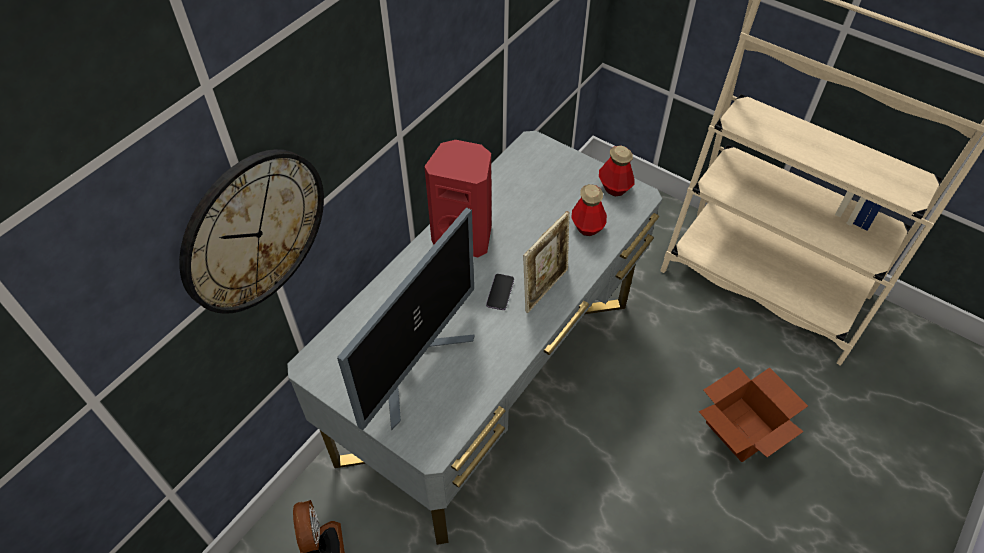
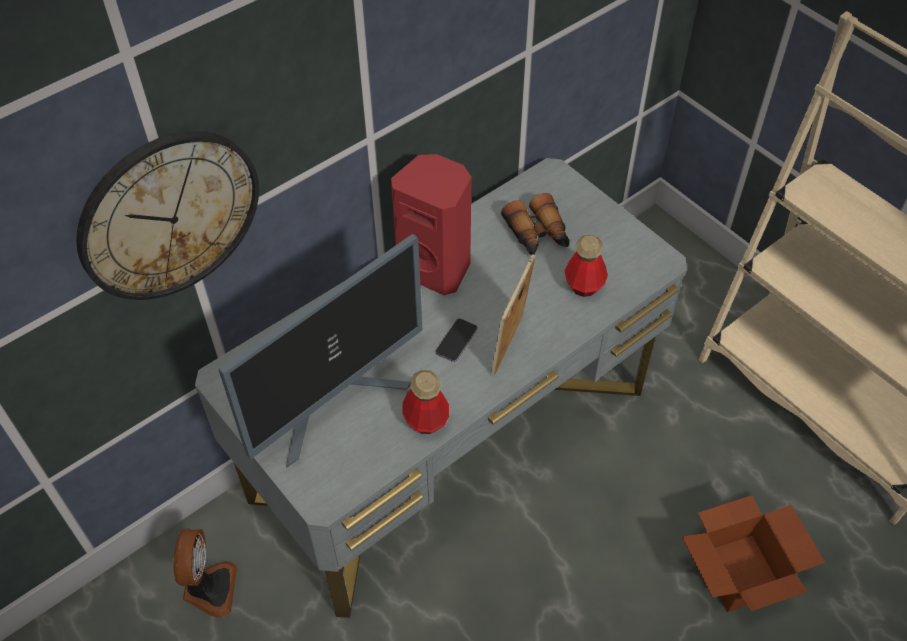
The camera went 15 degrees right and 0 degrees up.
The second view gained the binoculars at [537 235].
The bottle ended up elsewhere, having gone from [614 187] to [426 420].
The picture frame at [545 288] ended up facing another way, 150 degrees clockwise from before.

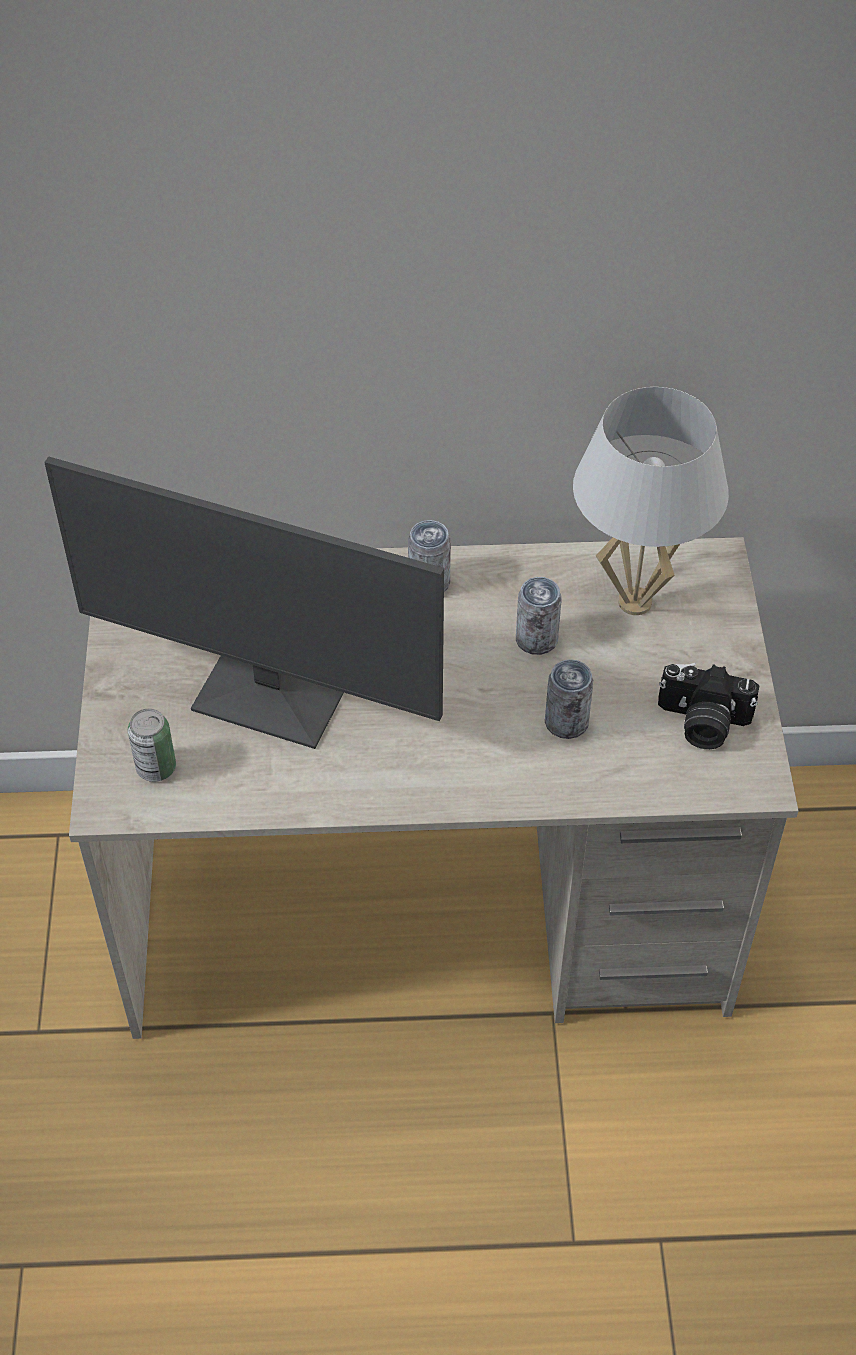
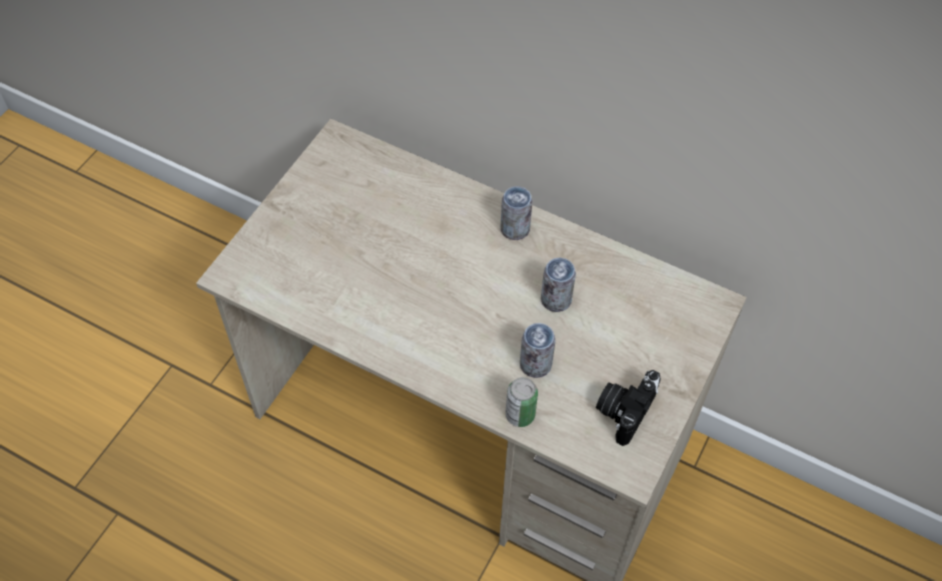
The camera went 30 degrees right and 5 degrees up.
The second view lost the monitor at [273 693].
The second view lost the white table lamp at [634 602].
The can ended up elsewhere, having gone from [156 767] to [520 415].
The photo camera at [702 723] ended up facing another way, 75 degrees clockwise from before.

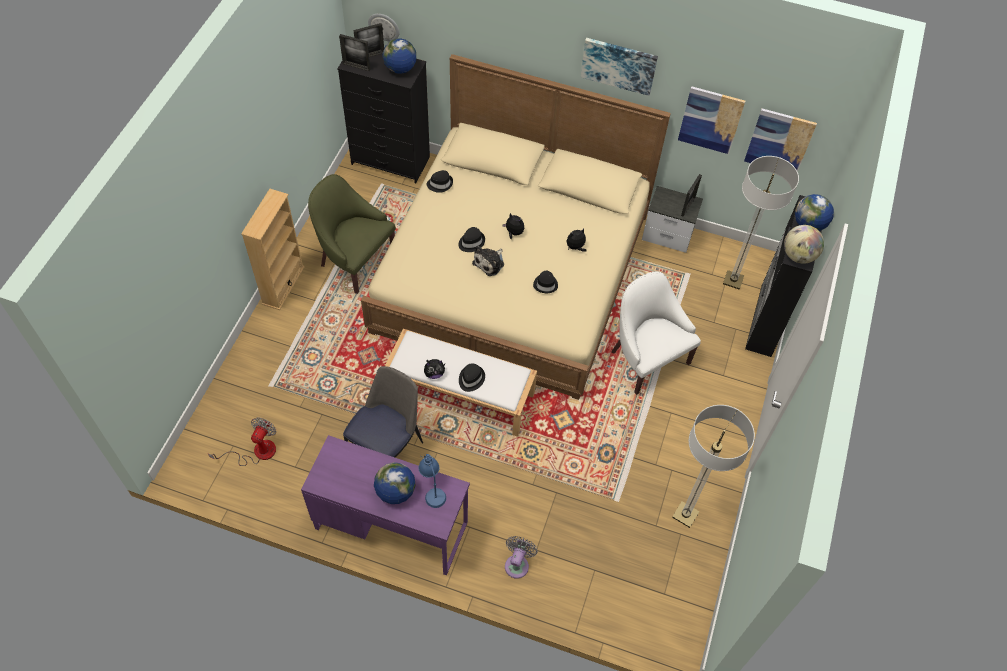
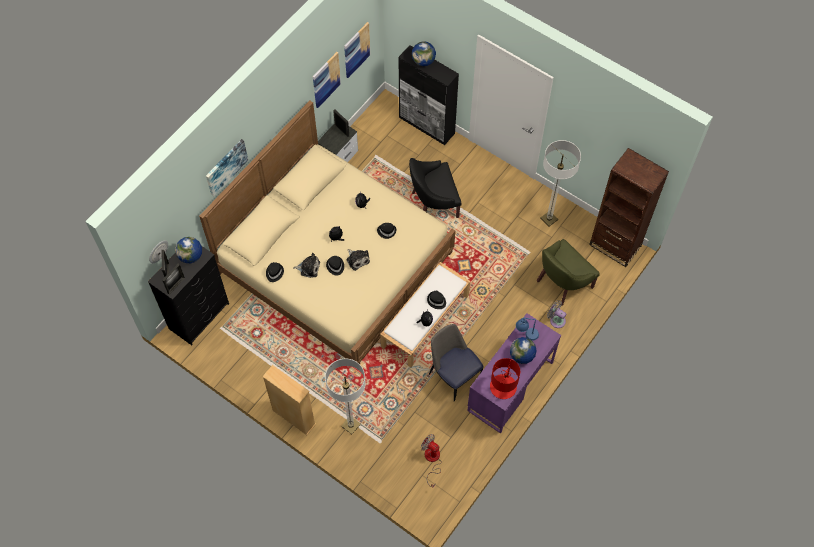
The camera went 70 degrees left and 5 degrees up.
The second view lost the globe at [798 256].
The second view gained the plush toy at [308 268].
The second view gained the red table lamp at [503 386].
The second view gained the brown bookcase at [615 245].
The green armchair ended up elsewhere, having gone from [355 260] to [562 282].
The picture ended up elsewhere, having gone from [619 65] to [226 166].
The floor lamp ended up elsewhere, having gone from [733 280] to [351 425].
What was the white armchair at [646 358] turned into the black armchair at [433 202].

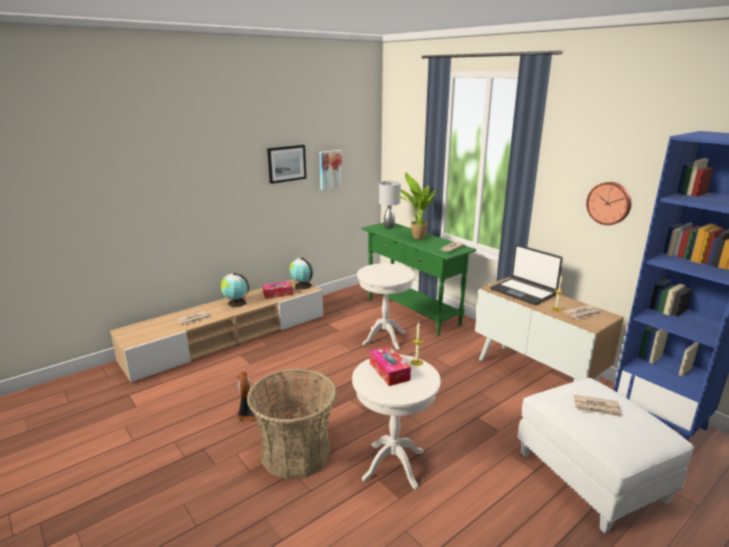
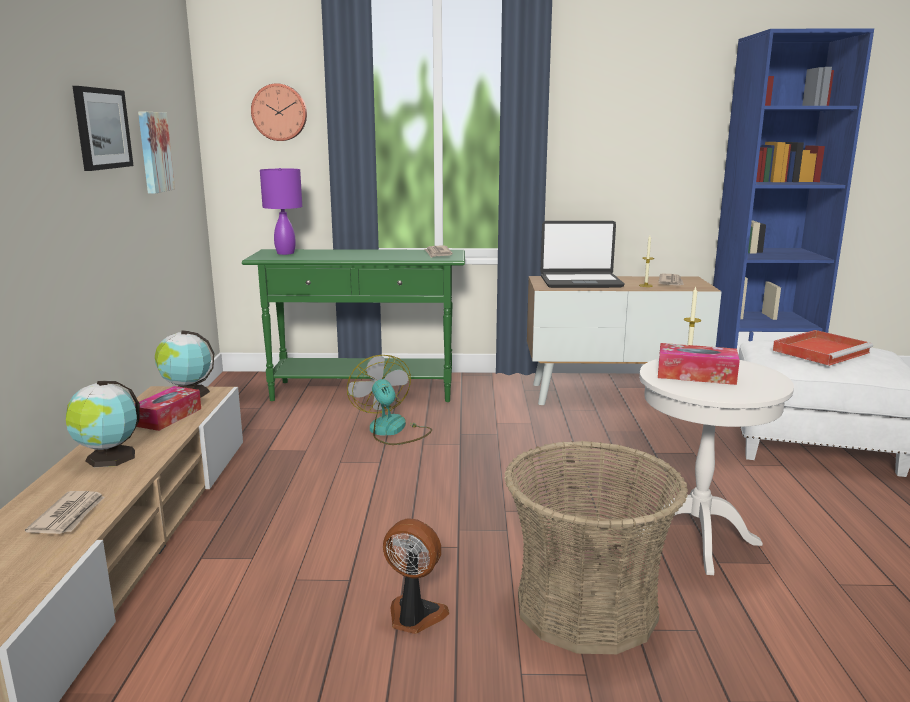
The camera went 50 degrees left and 5 degrees down.
The second view lost the potted plant at [416 238].
The wall clock ended up elsewhere, having gone from [609 203] to [279 112].
Where the white side table stood at [384 338], the fan came to stand at [392 431].
Where the newspaper stood at [596 408], the red tray came to stand at [821 351].
What was the grey table lamp at [389 227] turned into the purple table lamp at [286 253].

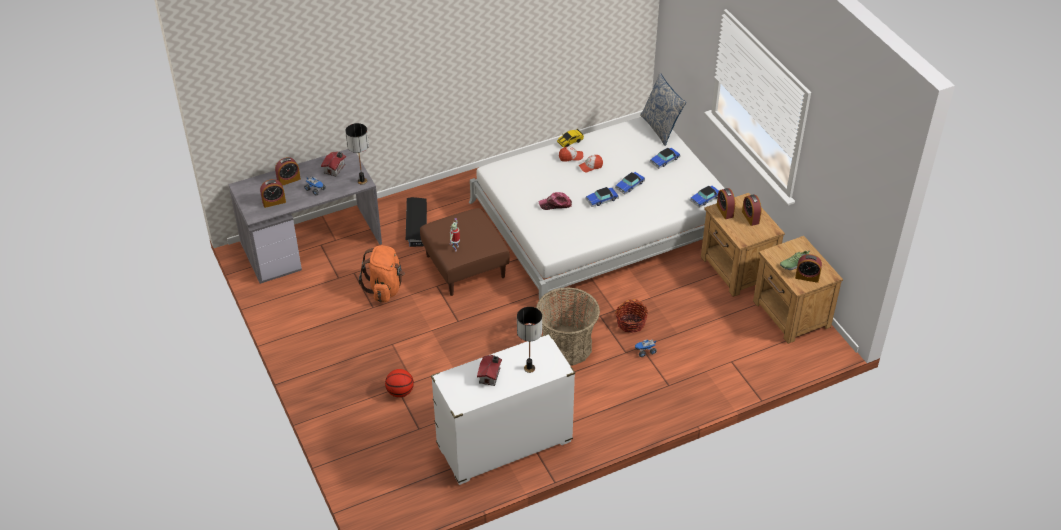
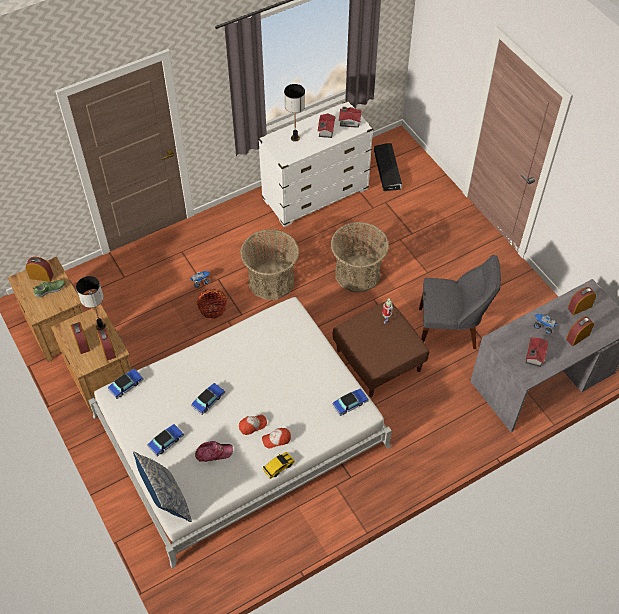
The camera went 175 degrees right and 10 degrees up.
The second view lost the basketball at [400 392].
The second view gained the basket at [357 273].
The second view gained the toy house at [349 122].
The table lamp ended up elsewhere, having gone from [362 181] to [101 326].
The black storage box ended up elsewhere, having gone from [416 225] to [387 169].
The cap ended up elsewhere, having gone from [555 204] to [213 453].
The toy car ended up elsewhere, having gone from [601 200] to [350 403].
Where the orange backpack stood at [385 288], the grey chair came to stand at [450 329].

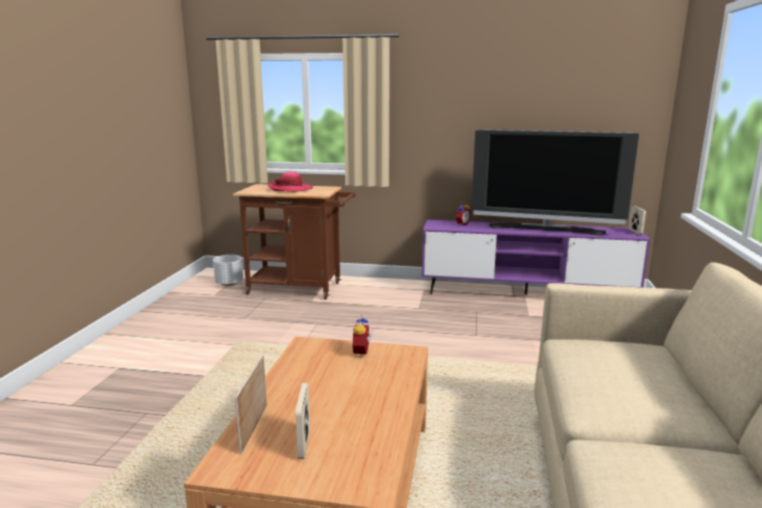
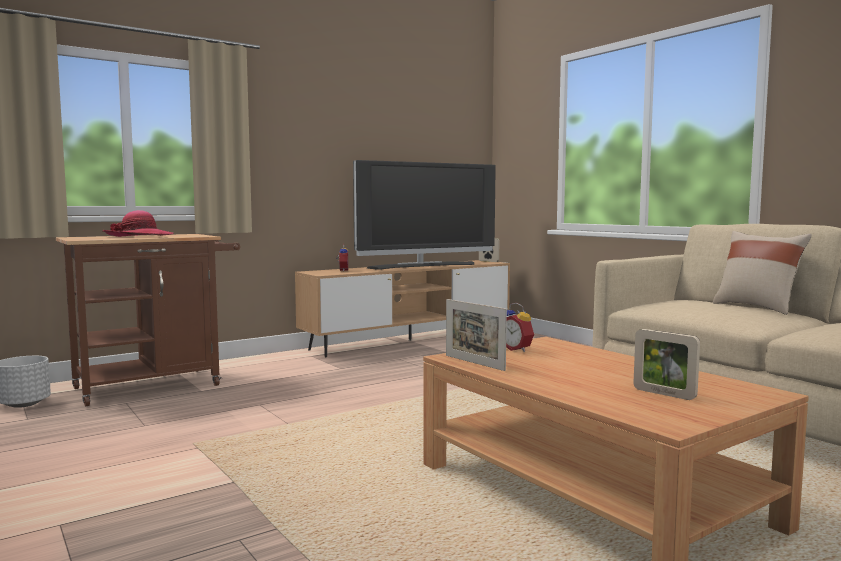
The camera went 45 degrees left and 10 degrees down.
The second view gained the beige pillow at [757 307].
The picture frame ended up elsewhere, having gone from [254 428] to [474 363].
What was the purple tv stand at [525 294] turned into the brown tv stand at [410 340].

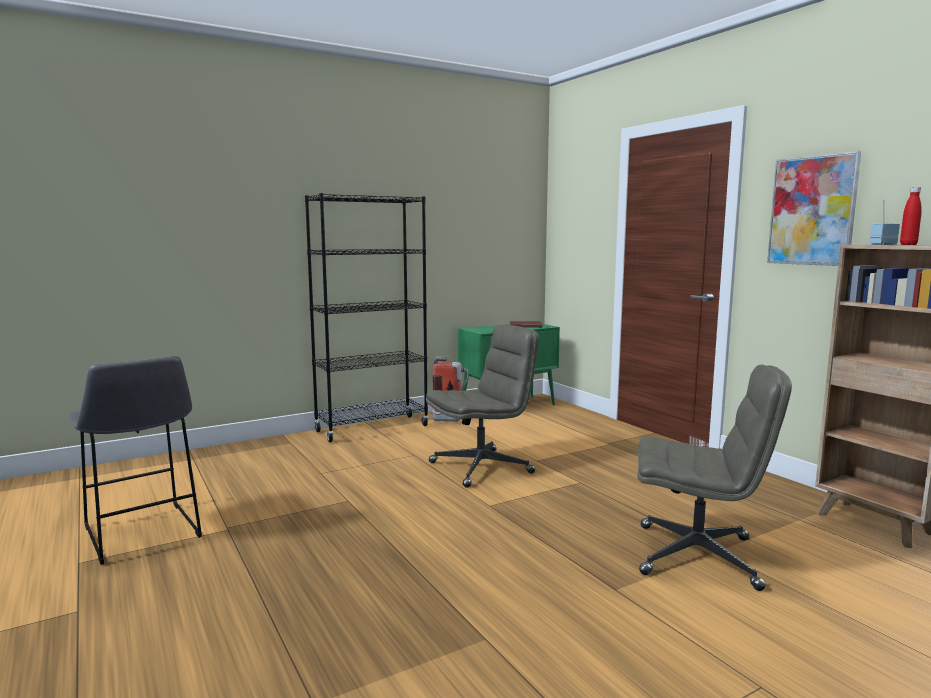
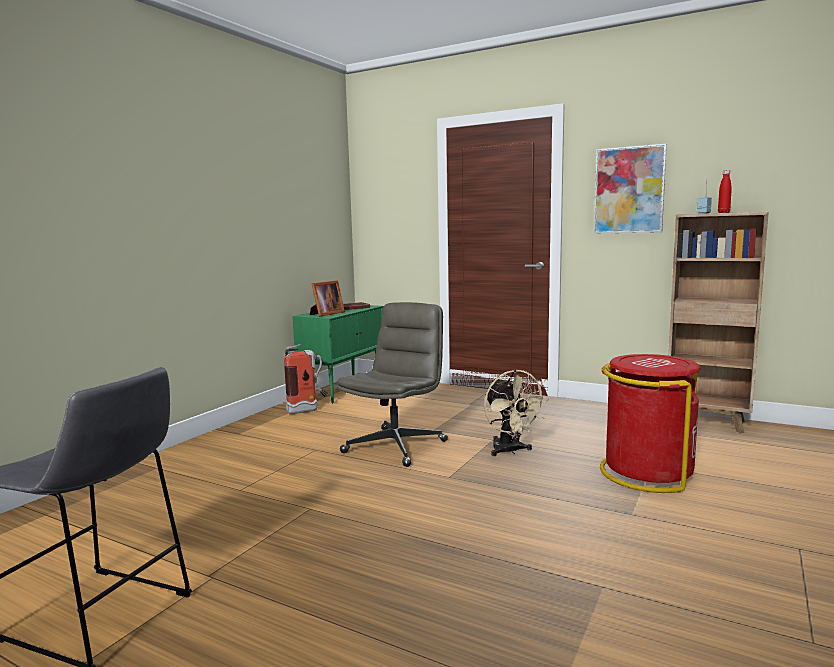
The camera went 30 degrees left and 0 degrees up.
The second view lost the black bookcase at [372 428].
The second view gained the picture frame at [326 314].
The second view gained the beige fan at [510 451].
Where the grey office chair stood at [698 556], the red trash can came to stand at [646 473].

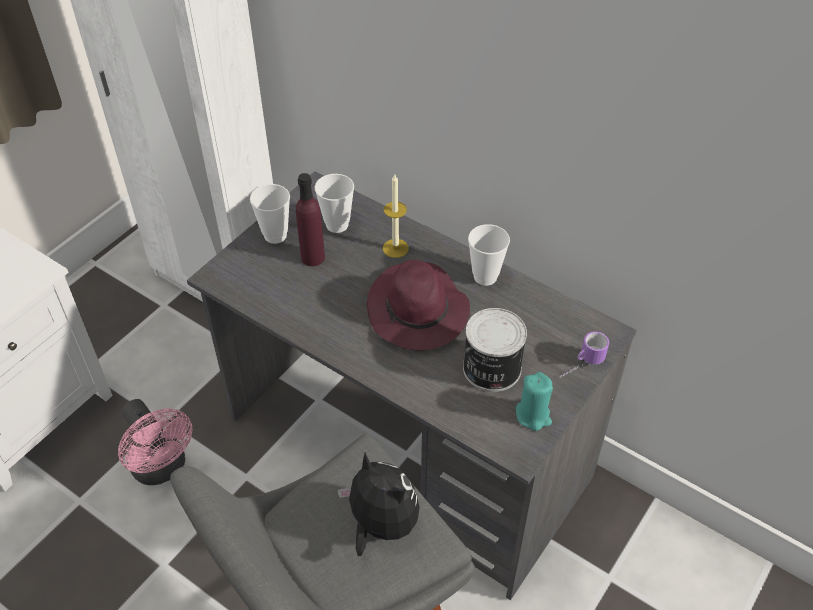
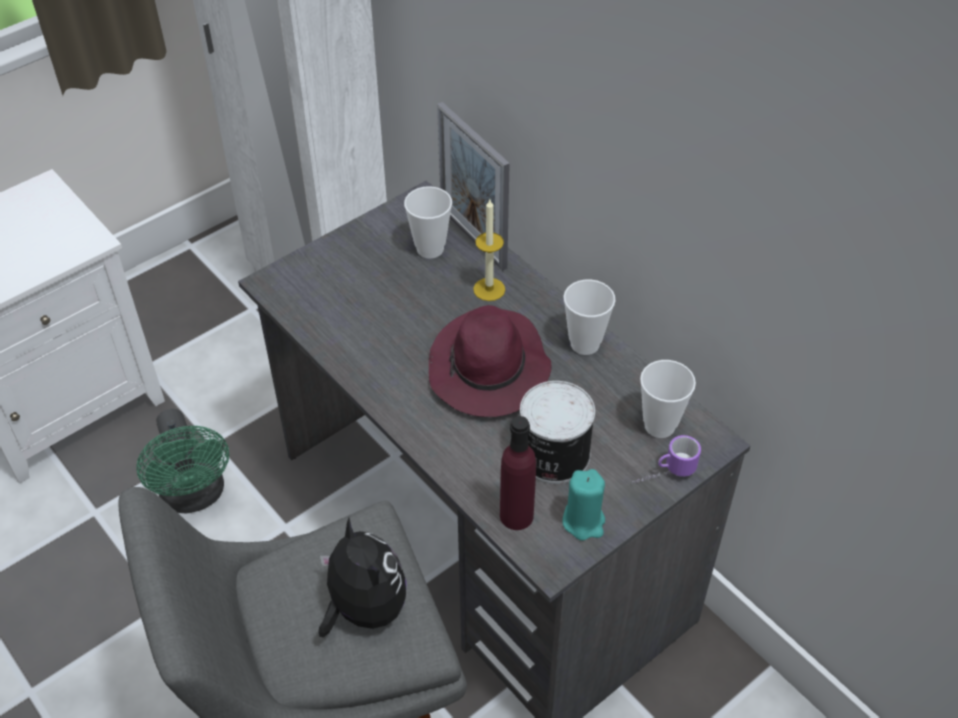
The camera went 15 degrees right and 0 degrees up.
The second view gained the picture frame at [473 238].
The cup ended up elsewhere, having gone from [275 235] to [659 425].
The purple bottle ended up elsewhere, having gone from [313 257] to [516 515].
What was the pink fan at [162 468] turned into the green fan at [195 496].

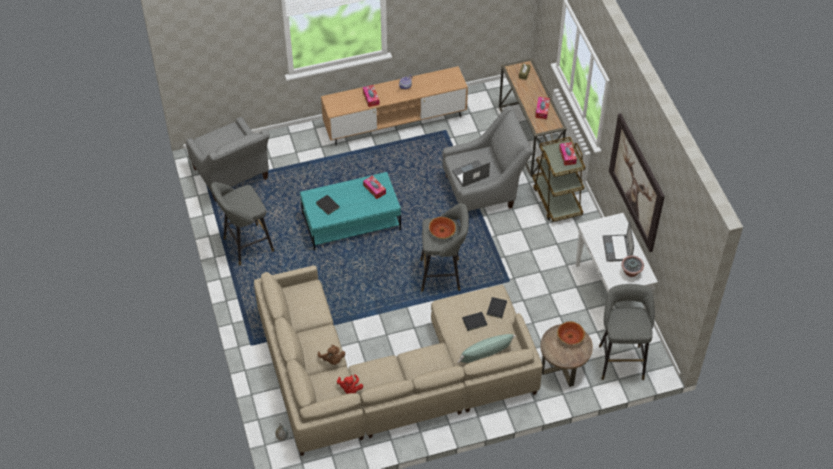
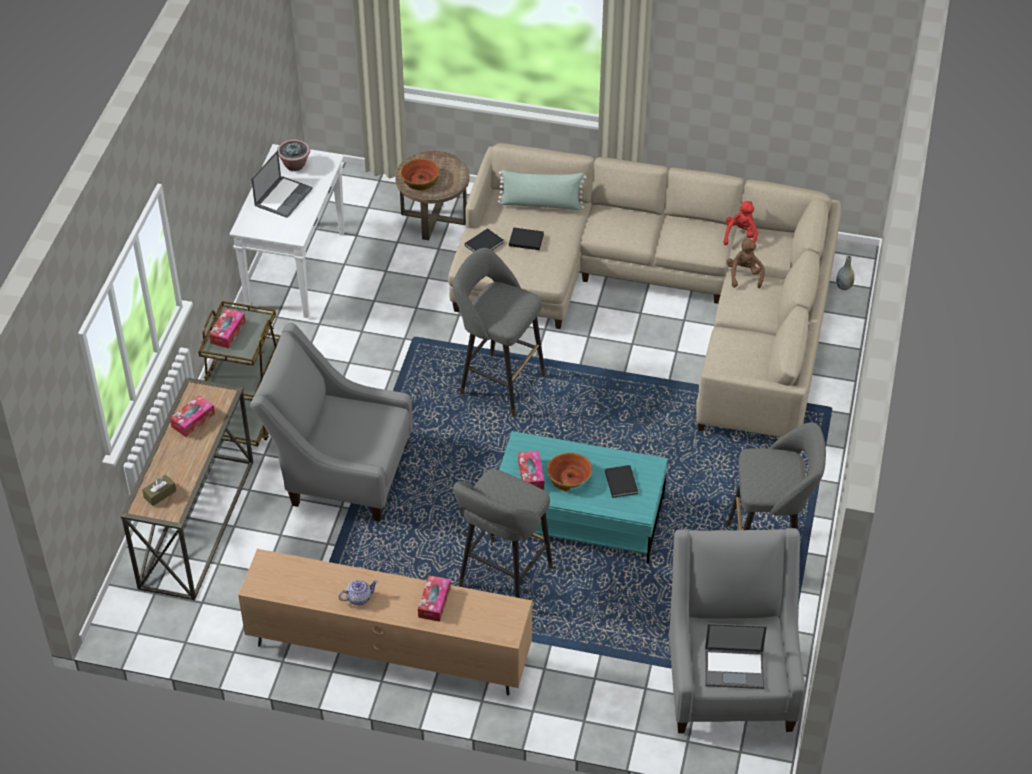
The camera went 150 degrees left and 5 degrees down.
The second view lost the picture at [636 182].
The bowl ended up elsewhere, having gone from [442 232] to [569 477].
The laptop ended up elsewhere, having gone from [470 174] to [735 668].
The grey stool ended up elsewhere, having gone from [620 359] to [502 580].

